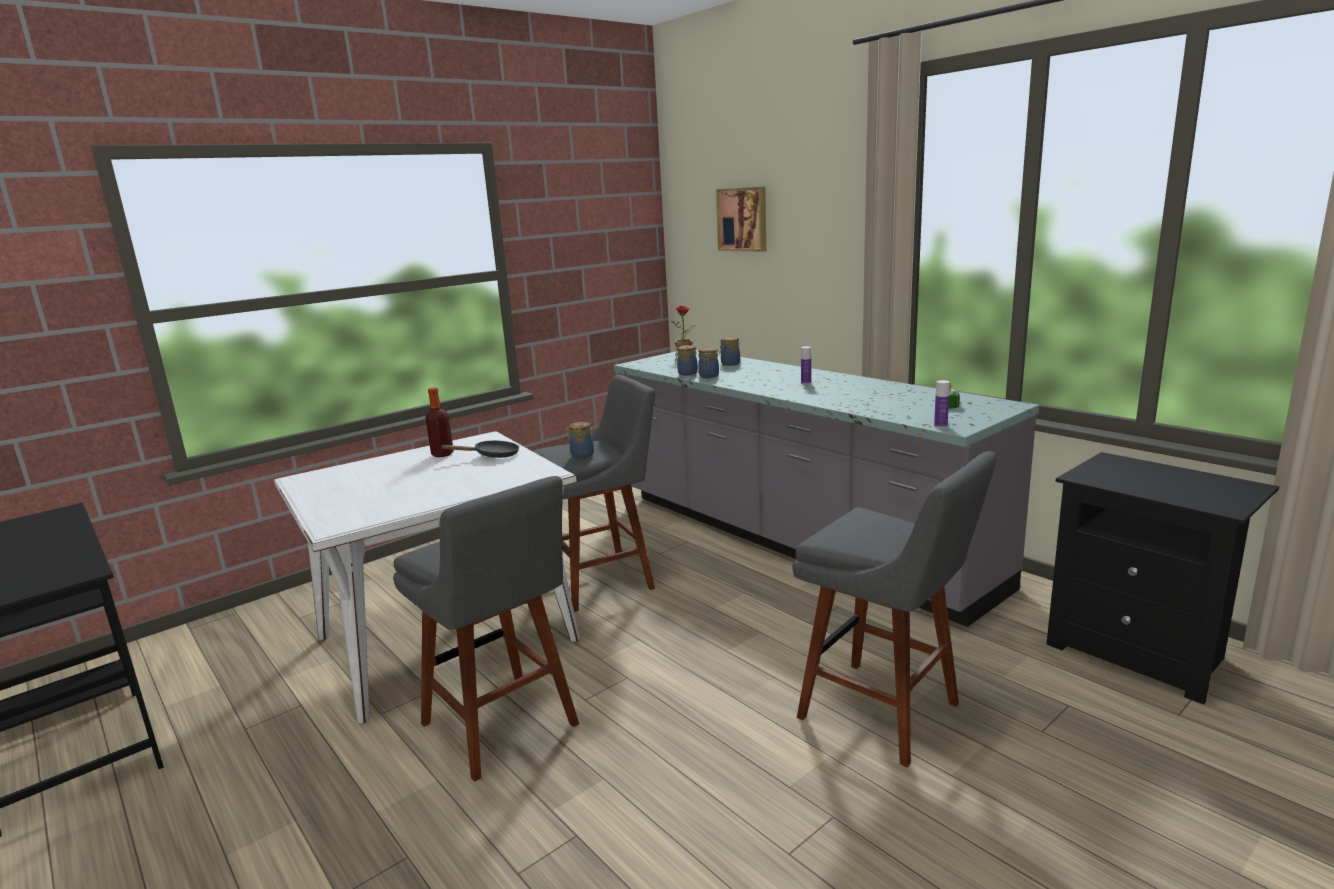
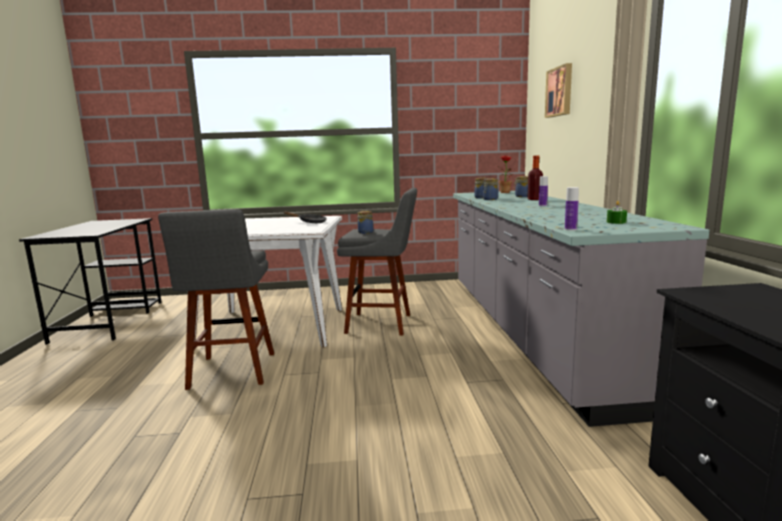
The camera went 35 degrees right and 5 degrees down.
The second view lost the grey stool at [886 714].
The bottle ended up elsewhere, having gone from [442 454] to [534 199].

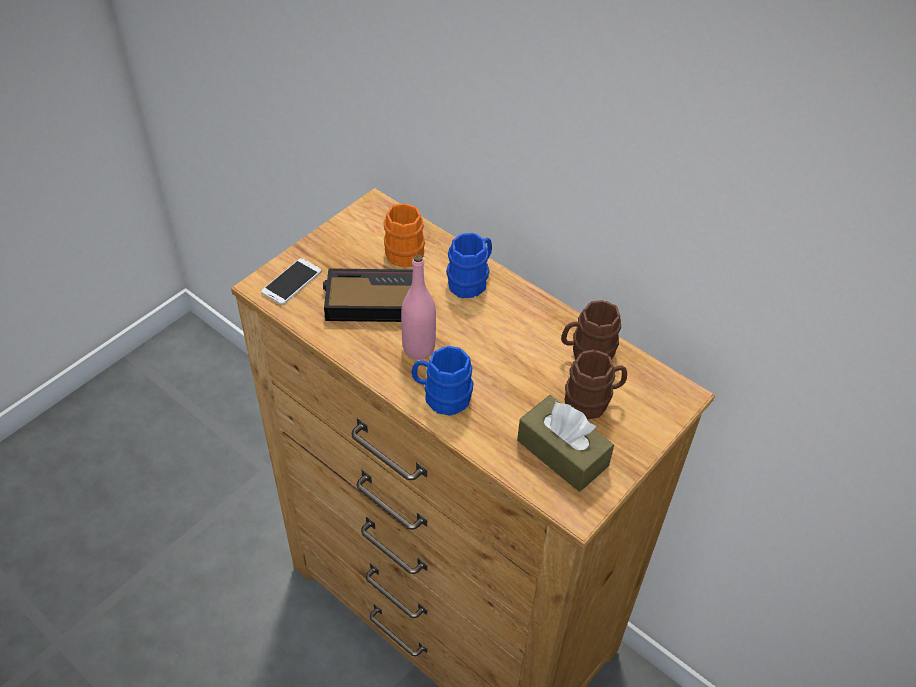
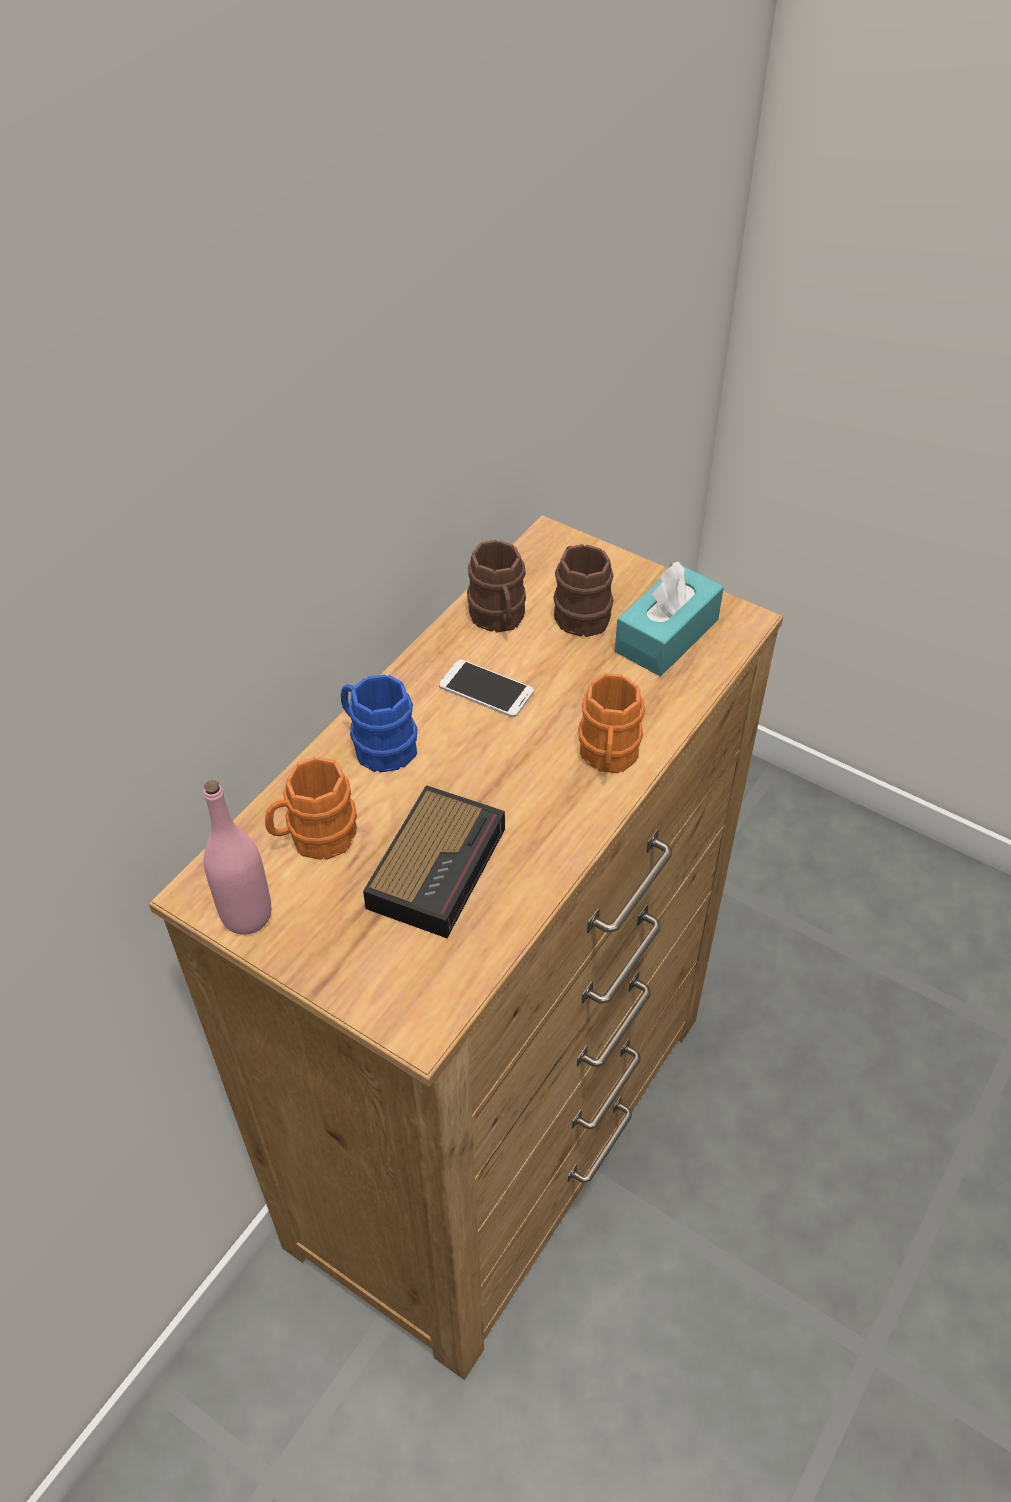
The camera went 95 degrees left and 0 degrees up.
The phone ended up elsewhere, having gone from [291 282] to [486 689].
The pink bottle ended up elsewhere, having gone from [418 349] to [247 915].
What was the blue mug at [441 396] turned into the orange mug at [608 756].
What was the brown tissue box at [562 453] turned into the turquoise tissue box at [667 635].
The alarm clock at [369 301] ended up facing another way, 150 degrees counterclockwise from before.

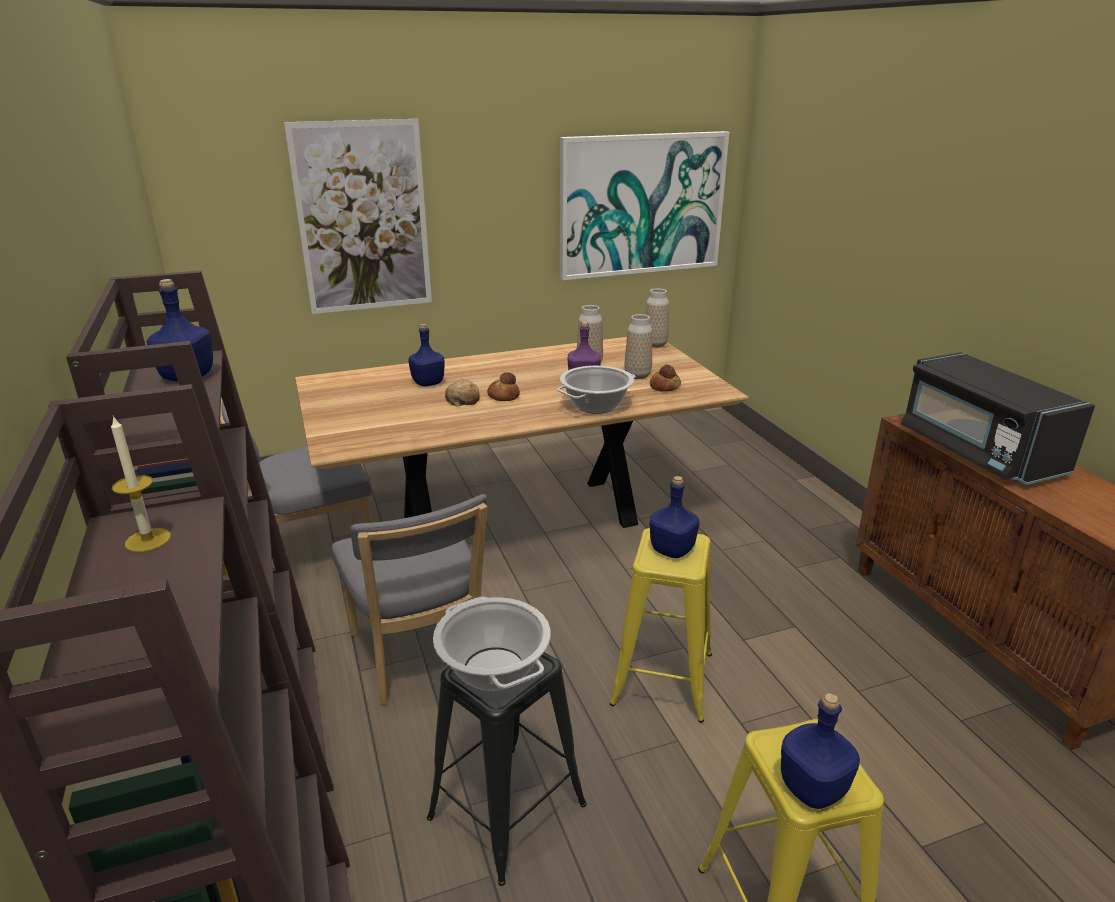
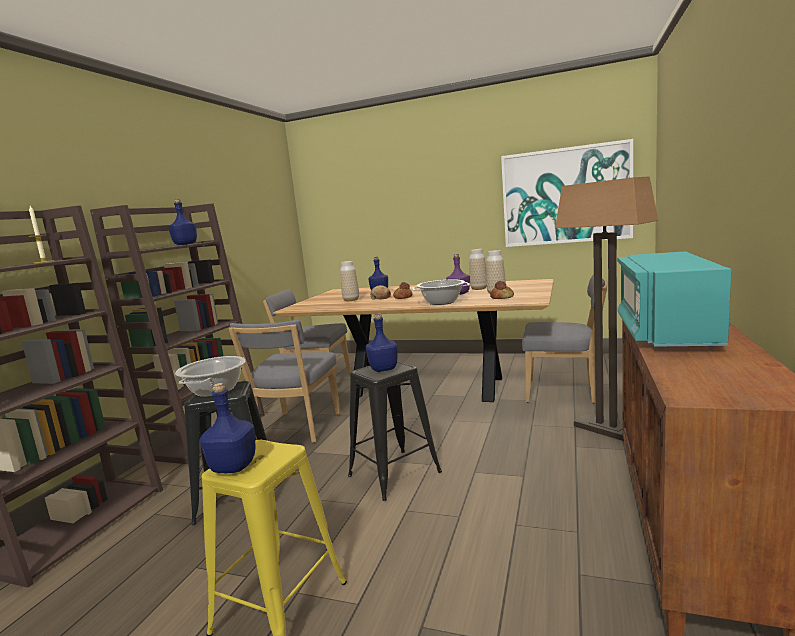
The camera went 40 degrees right and 15 degrees down.
The second view lost the picture at [363 218].
The second view gained the grey chair at [565 392].
The second view gained the floor lamp at [607 430].
The vase ended up elsewhere, having gone from [655 344] to [351 300].
What was the yellow stool at [662 678] turned into the black stool at [394 474].
What was the black microwave at [977 451] turned into the turquoise microwave at [665 331].

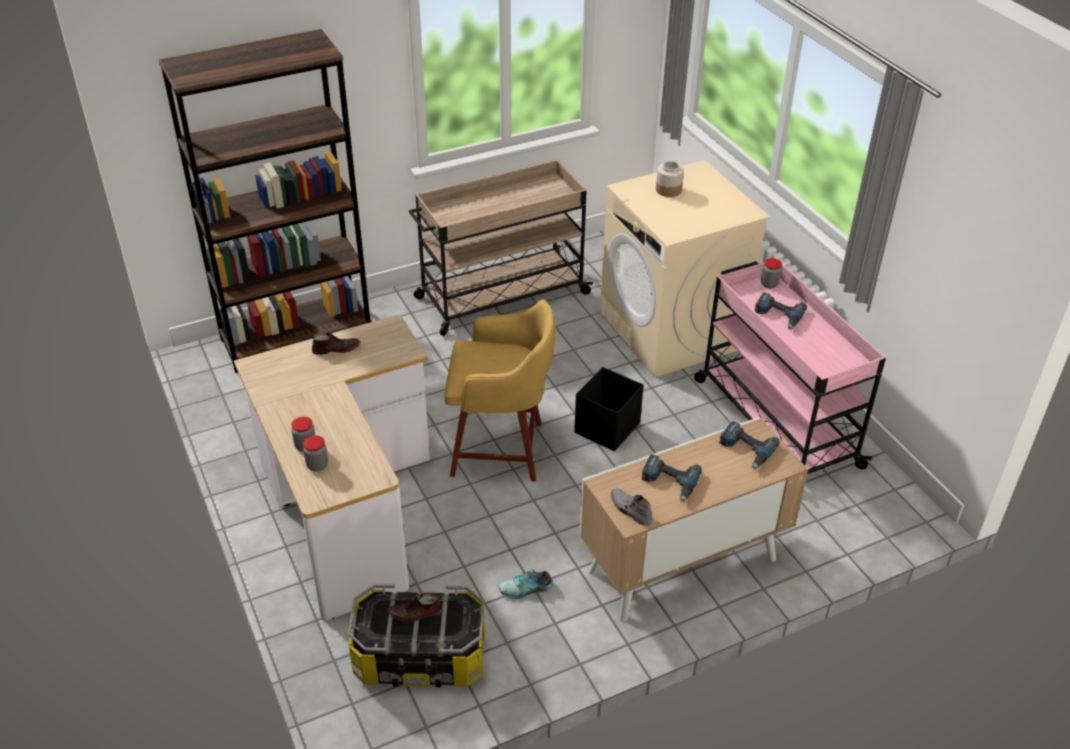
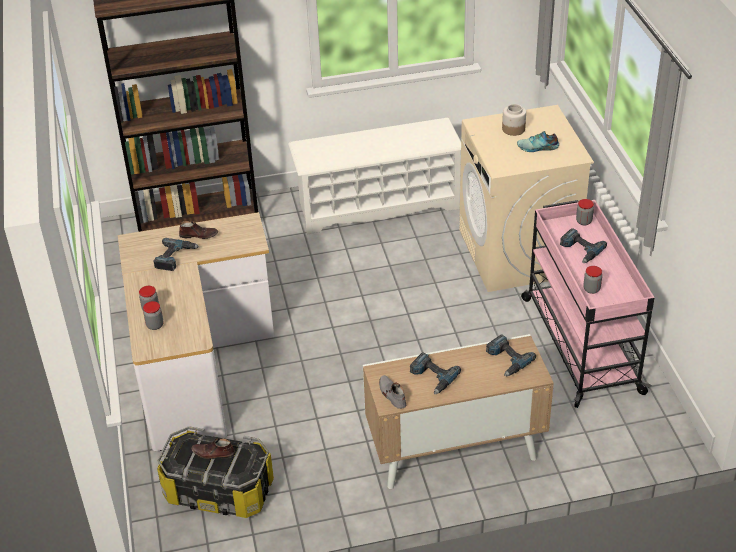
The camera went 15 degrees right and 0 degrees up.
The second view lost the yellow stool at [501 450].
The second view lost the black storage box at [608 428].
The second view gained the power drill at [175 257].
The second view gained the jar at [591 289].
The shoe ended up elsewhere, having gone from [526 589] to [538 147].
Where the beige cart stood at [500 296], the white shoe rack came to stand at [378 205].

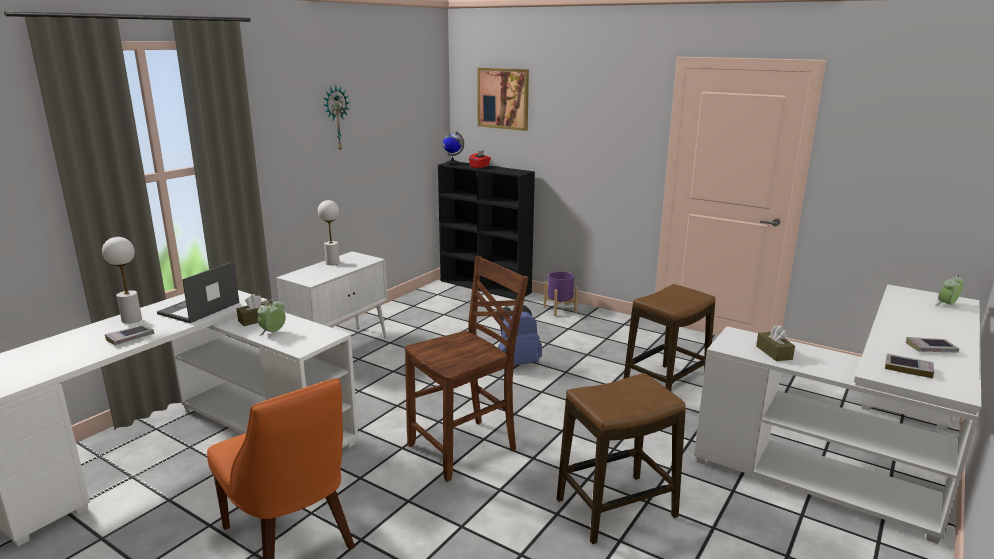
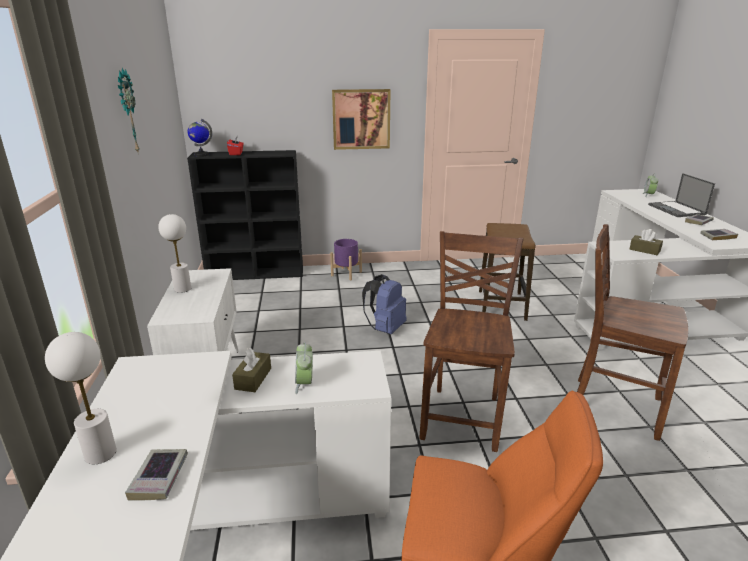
The camera went 40 degrees left and 5 degrees up.
The laptop ended up elsewhere, having gone from [199 309] to [677 210].
The picture ended up elsewhere, having gone from [503 98] to [361 119].
Where the stool stood at [616 508], the brown chair came to stand at [613 405].

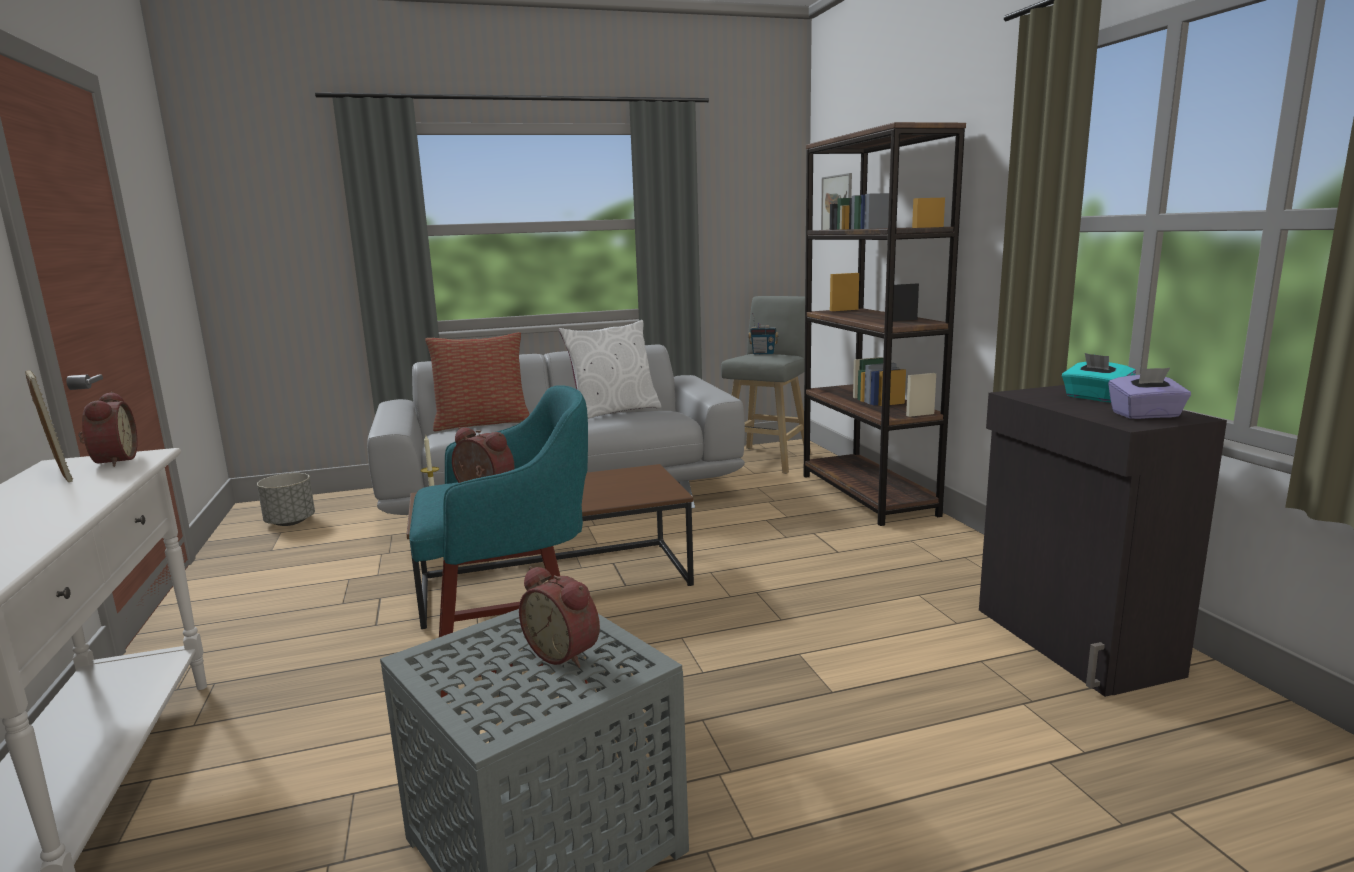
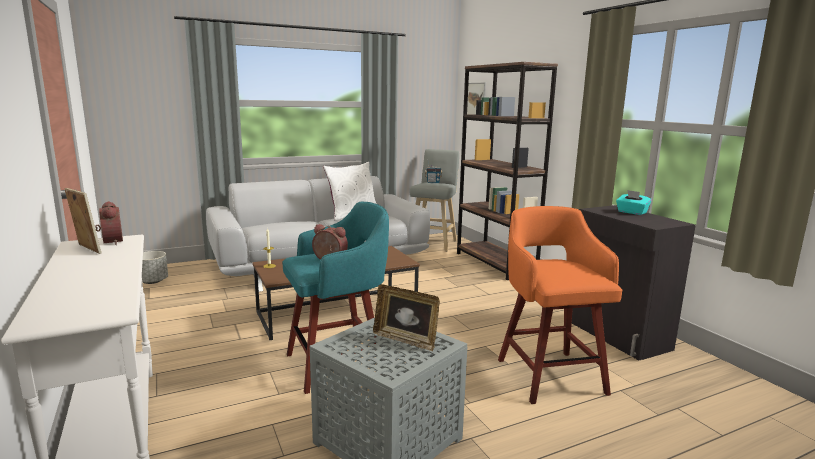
The camera went 10 degrees left and 0 degrees up.
The second view lost the pillow at [482 423].
The second view lost the purple tissue box at [1146 415].
The second view gained the orange stool at [549 374].
Where the alarm clock stood at [565 653], the picture frame came to stand at [405 340].

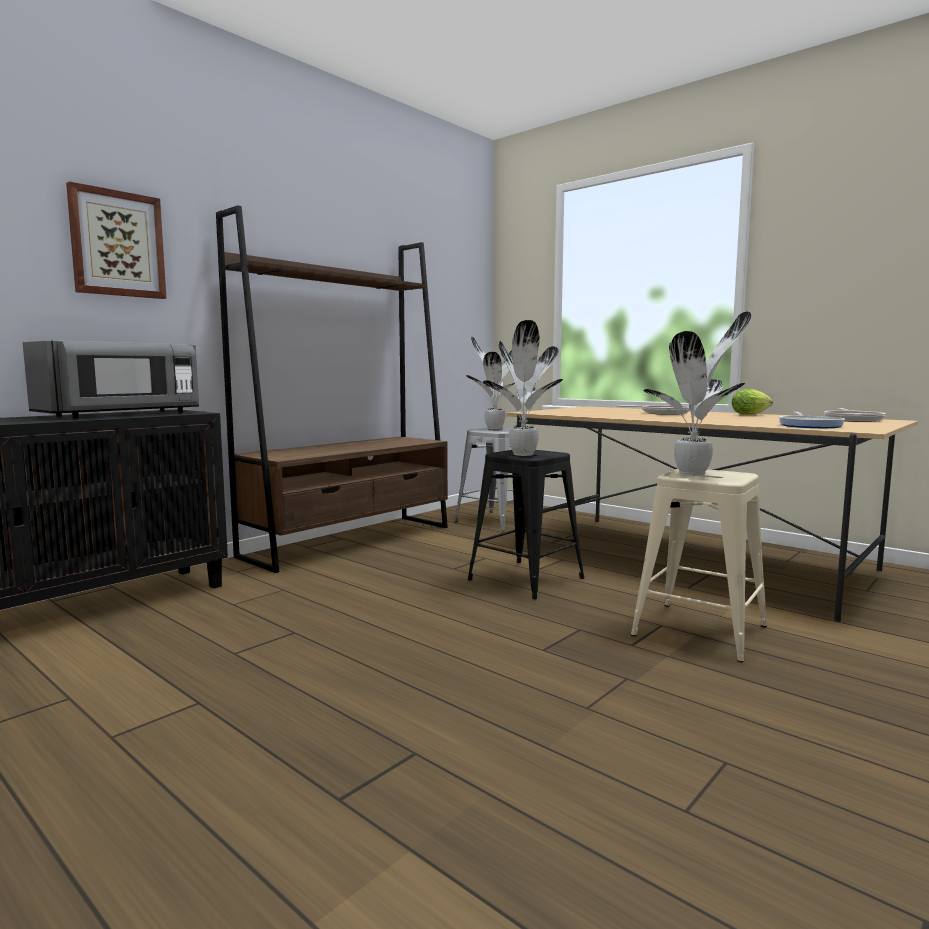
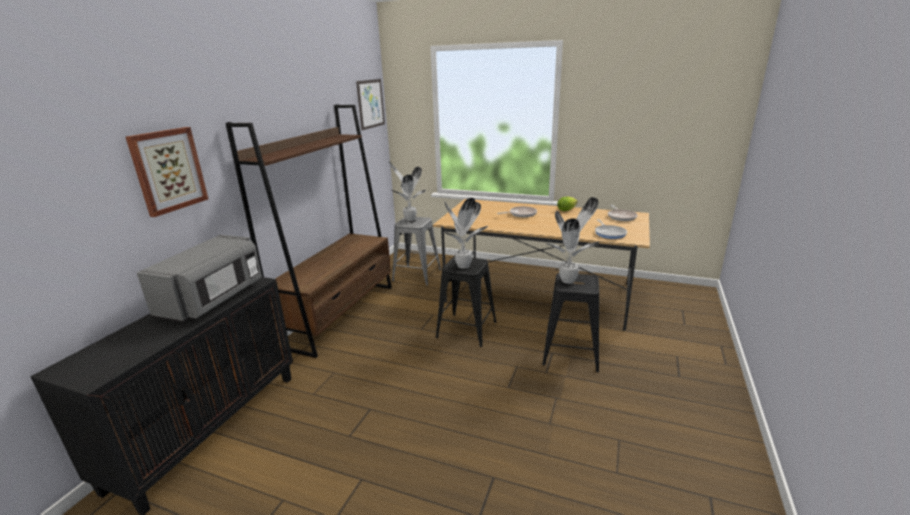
The camera went 20 degrees left and 15 degrees up.
The second view gained the picture at [370 104].
What was the beige stool at [700 630] turned into the black stool at [571 353].

